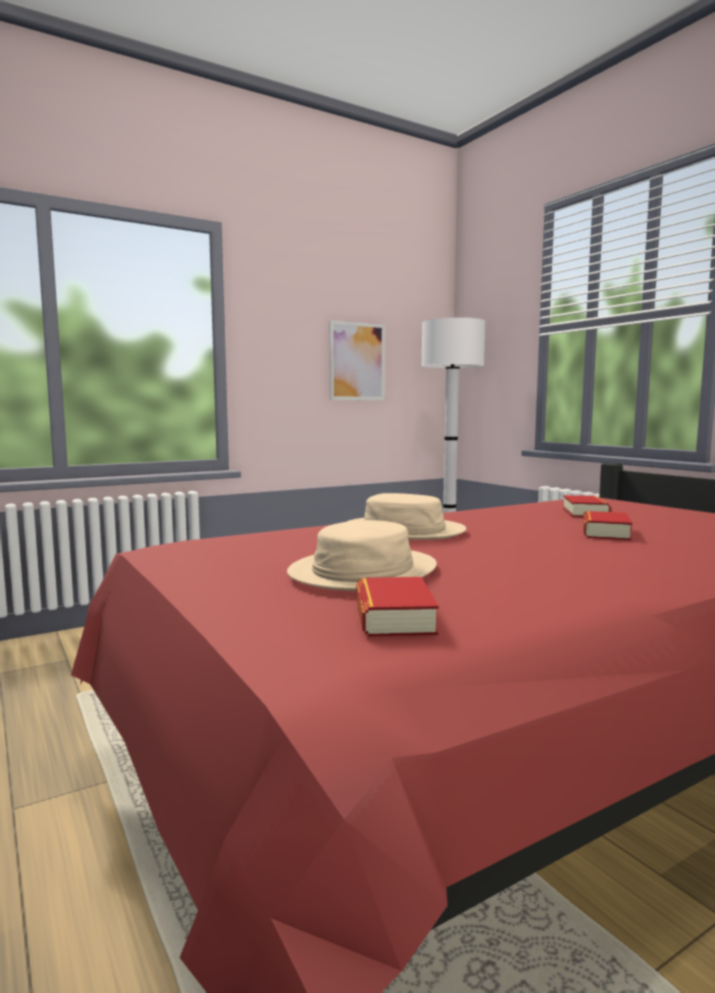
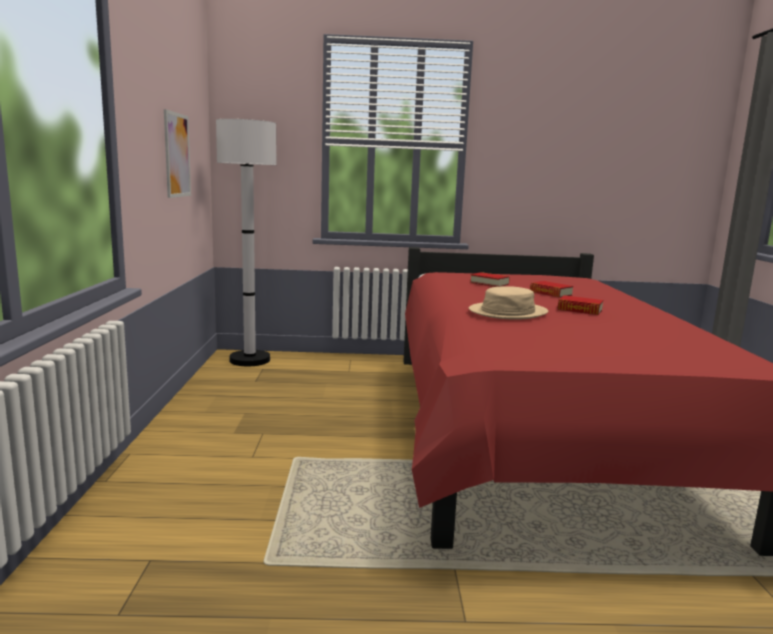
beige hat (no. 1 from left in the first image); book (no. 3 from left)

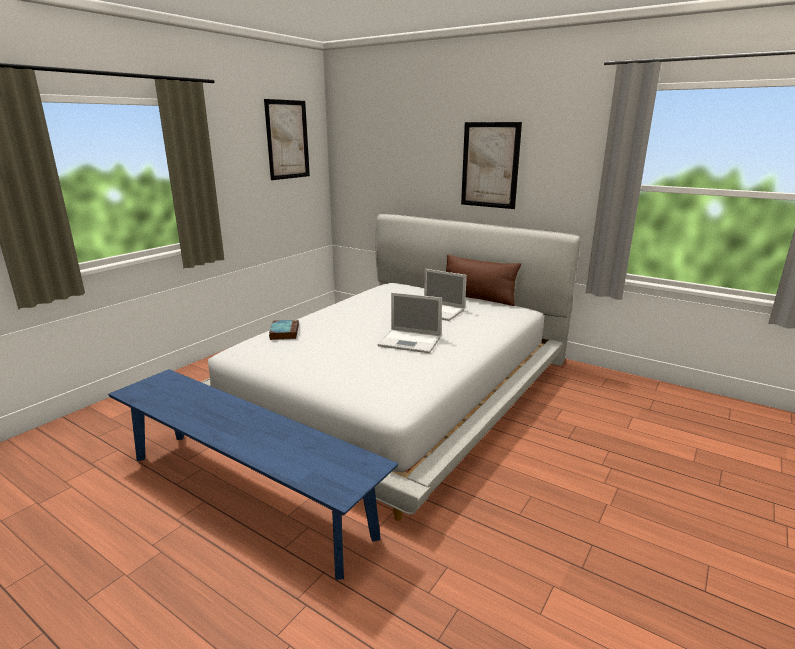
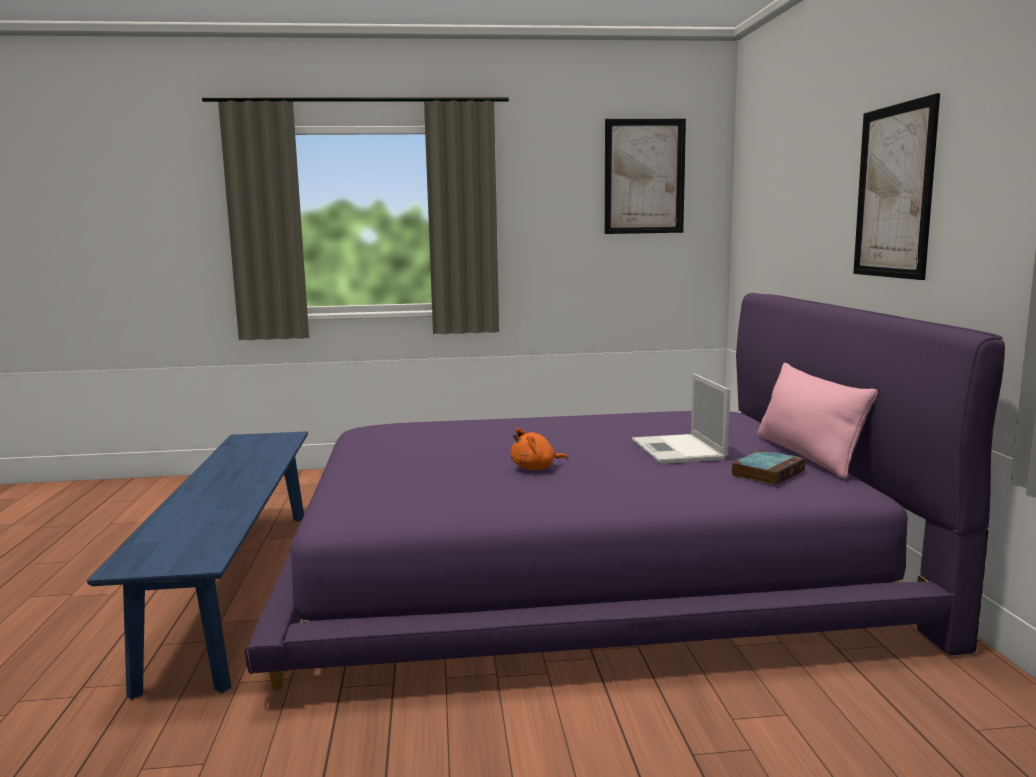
purple bed; book; orange plush toy; pink pillow

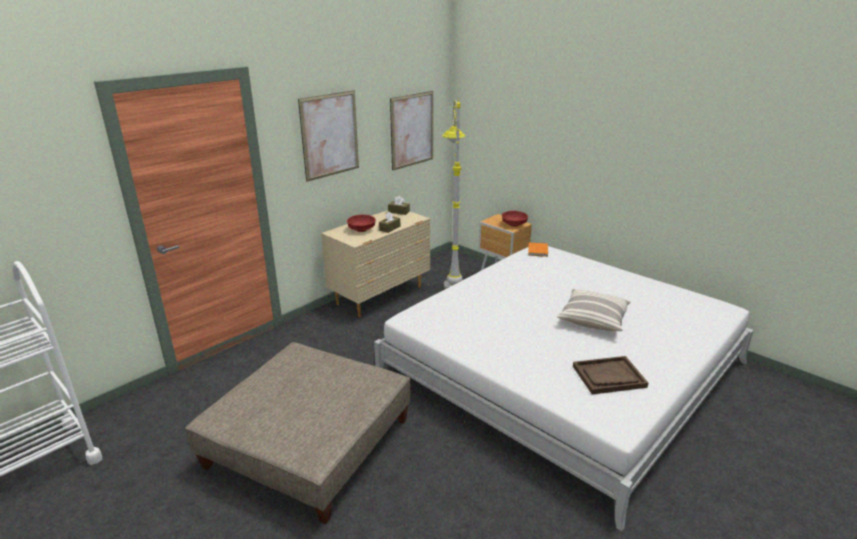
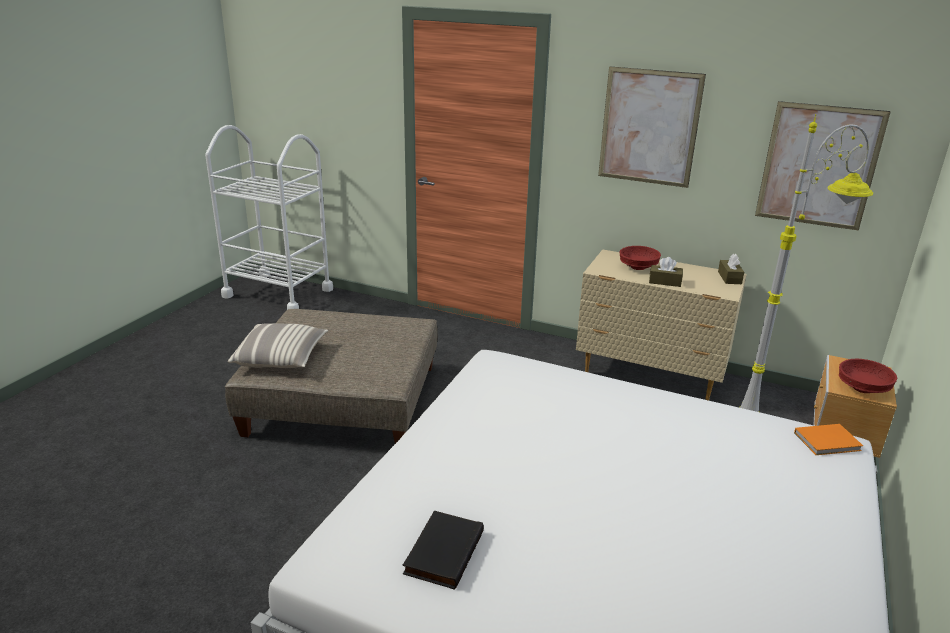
pillow; black book

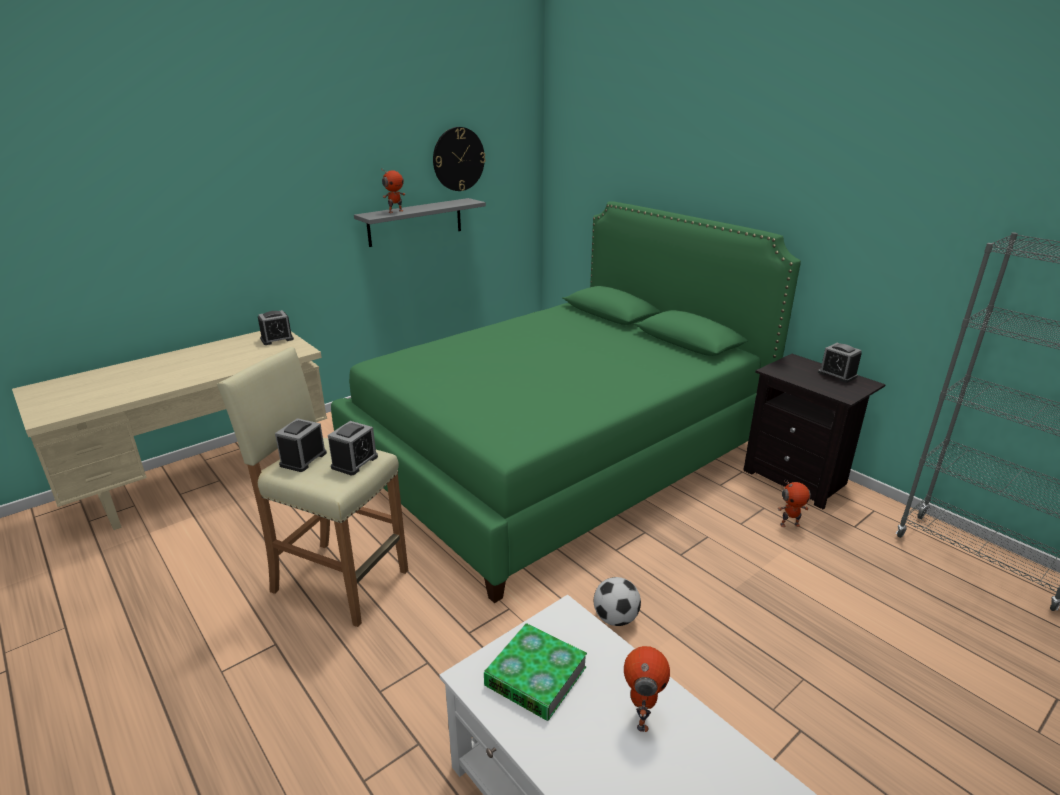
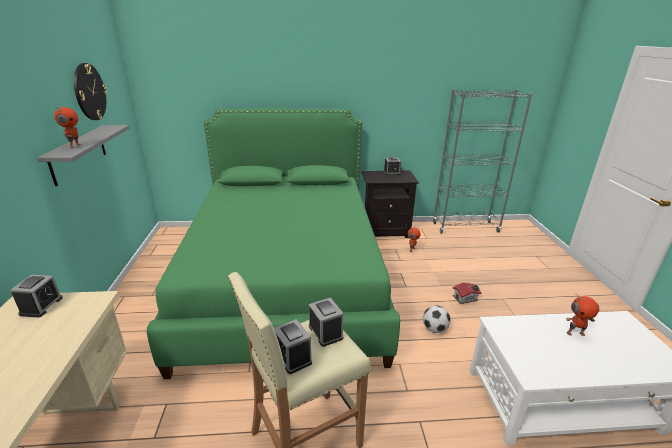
book; toy robot (no. 3 from left); toy house

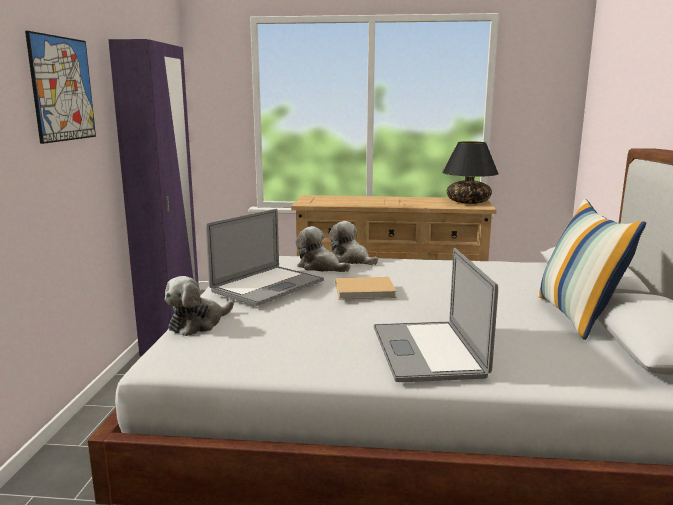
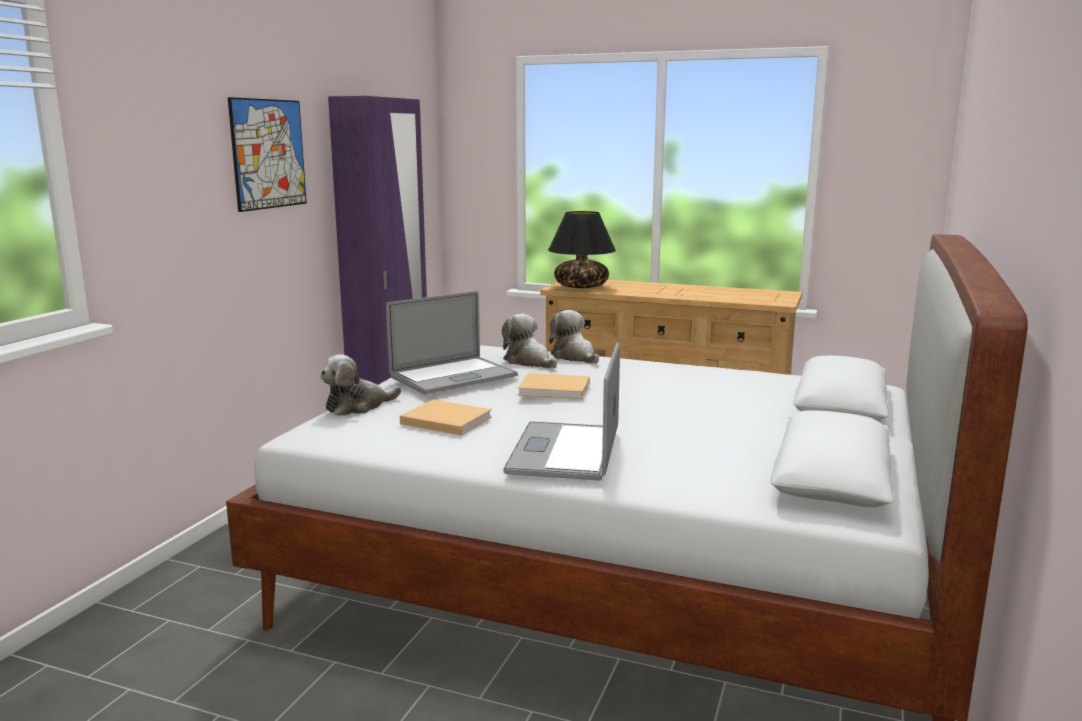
black table lamp; pillow; beige book (no. 1 from left)

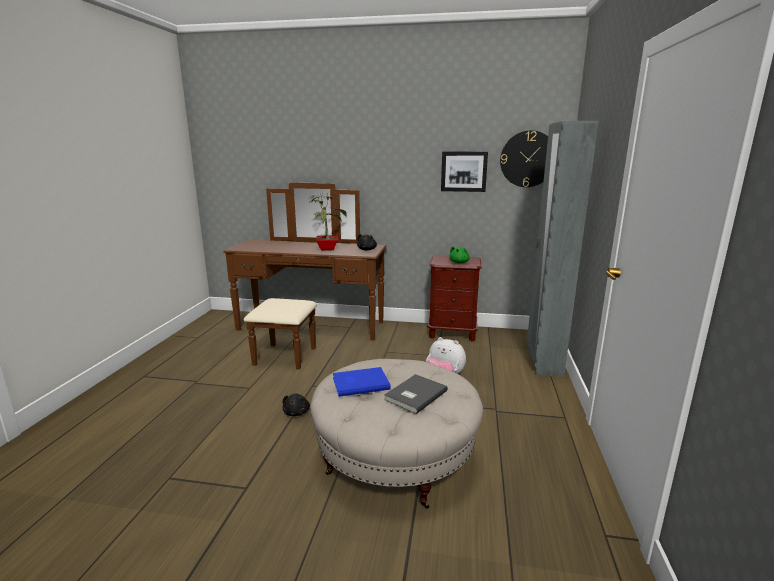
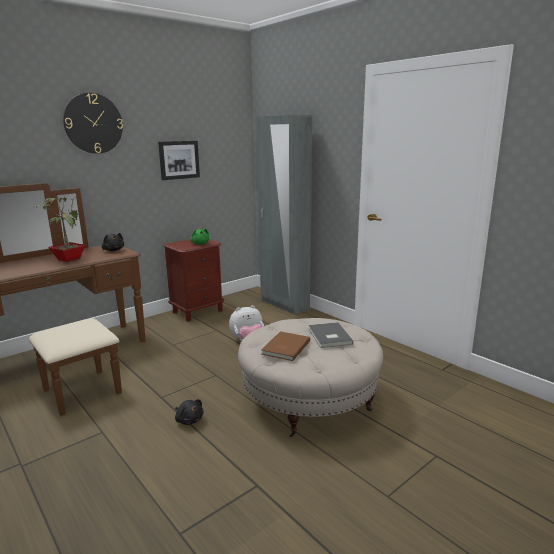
brown book; wall clock

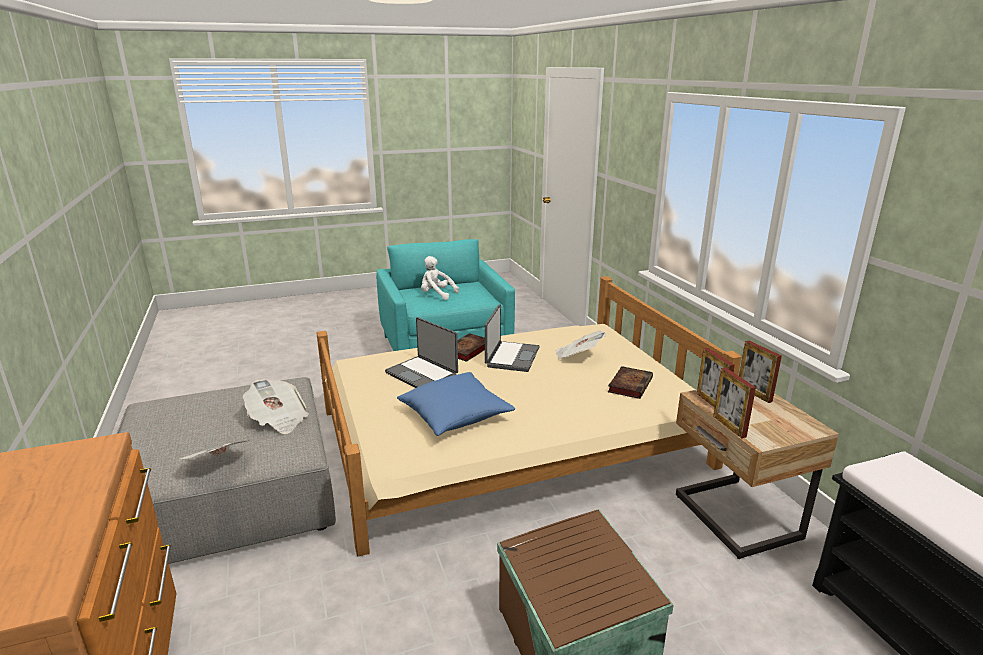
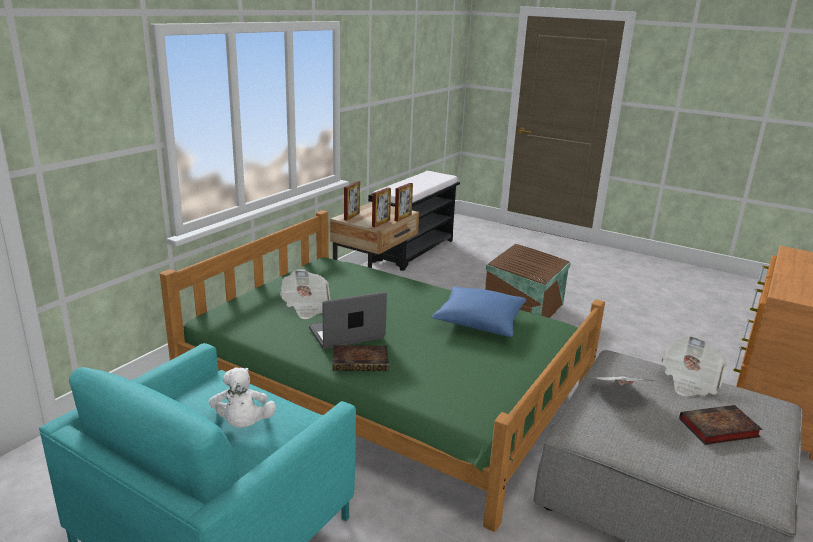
green bed; laptop (no. 1 from left in the first image); book (no. 2 from left)

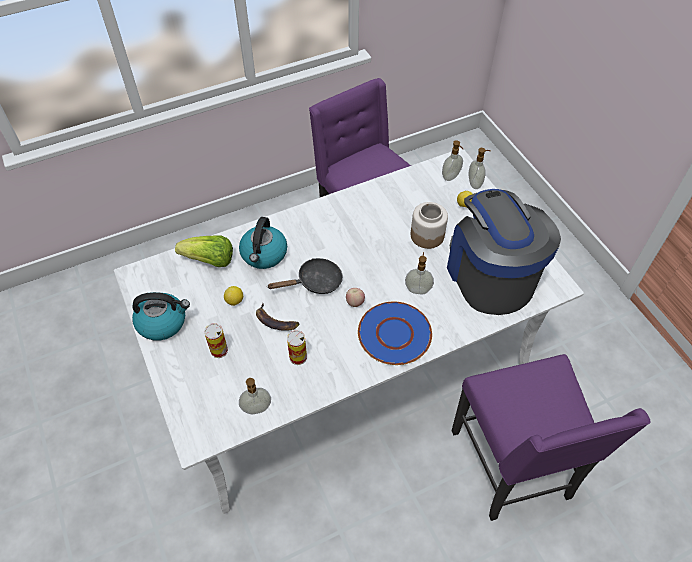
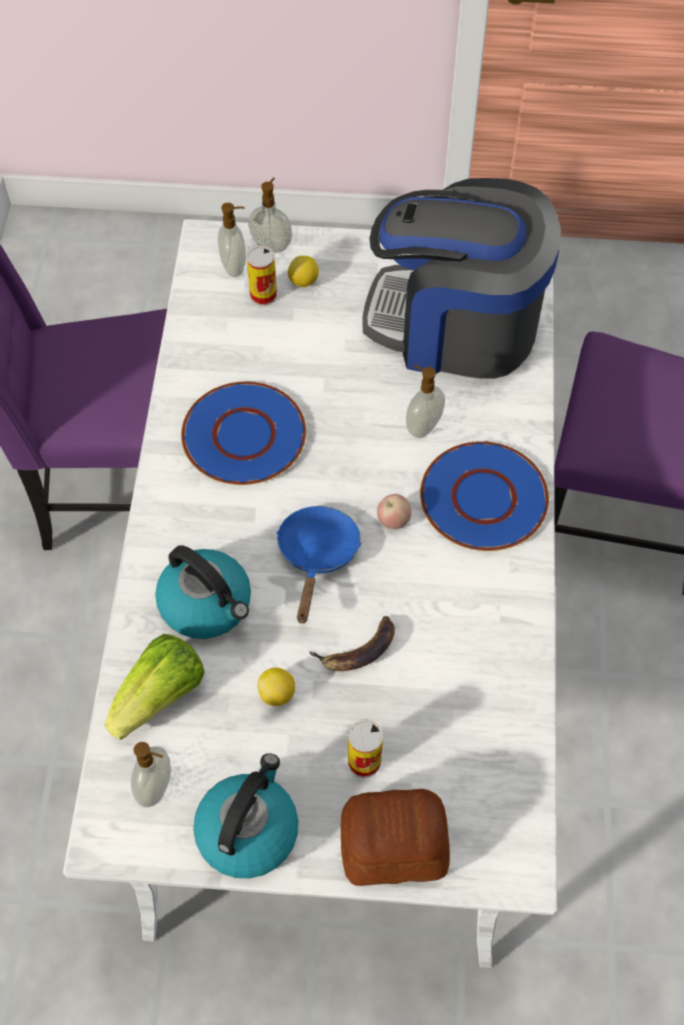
soap dispenser (no. 1 from left); blue frying pan; can (no. 1 from left); jar; blue plate (no. 1 from left); bread

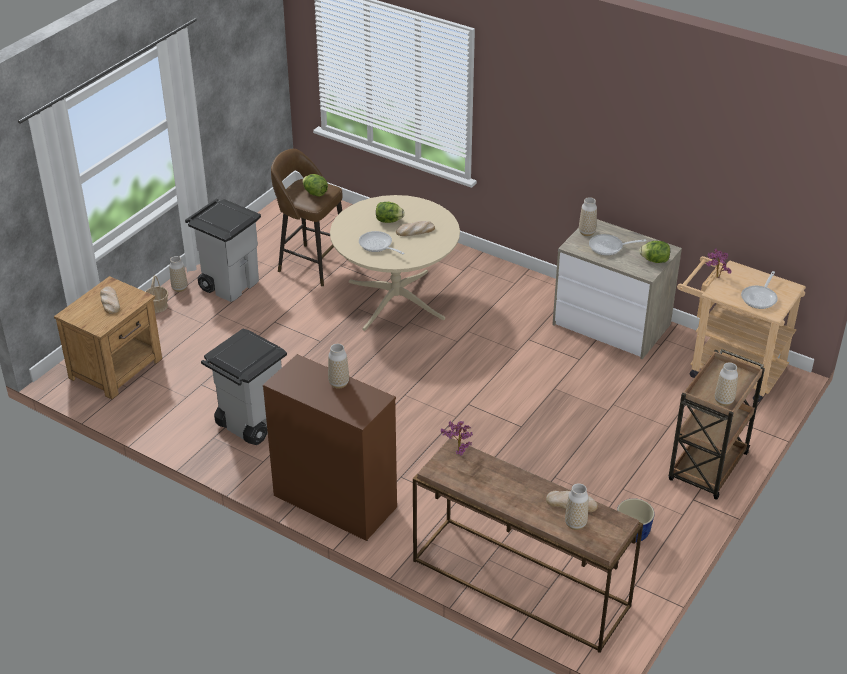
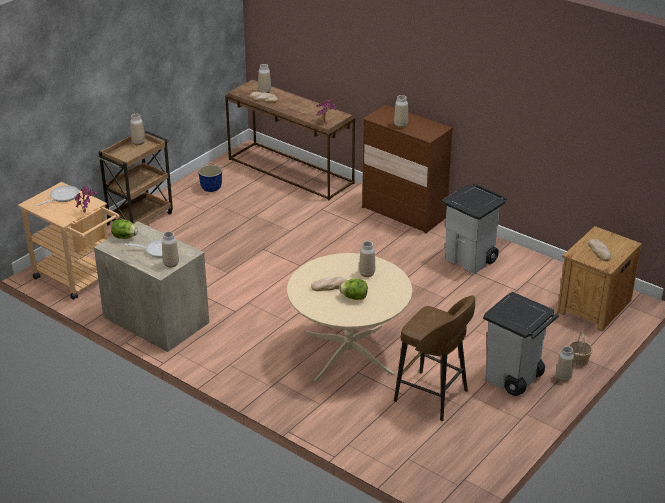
lettuce (no. 1 from left in the first image); vase (no. 4 from left)

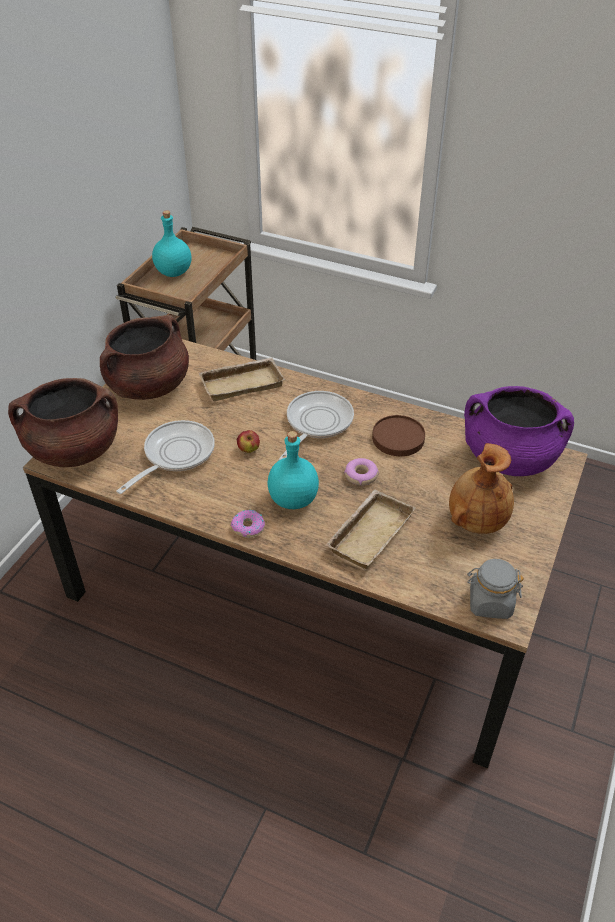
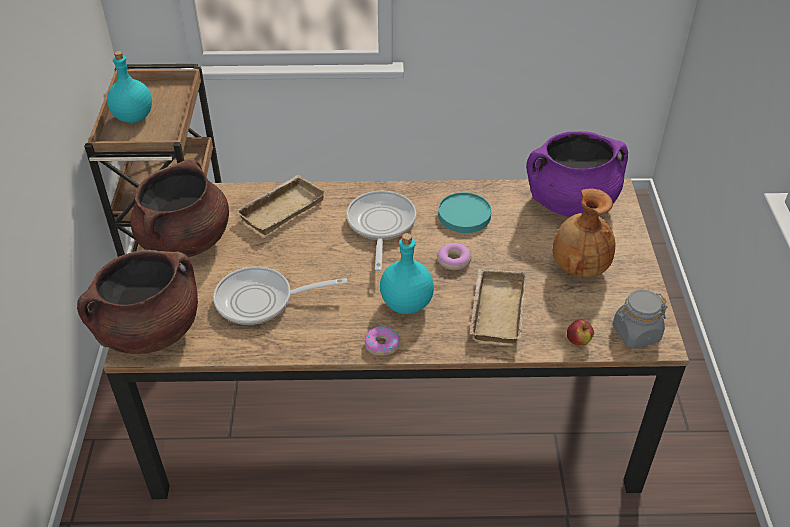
frying pan (no. 1 from left); apple; turquoise plate

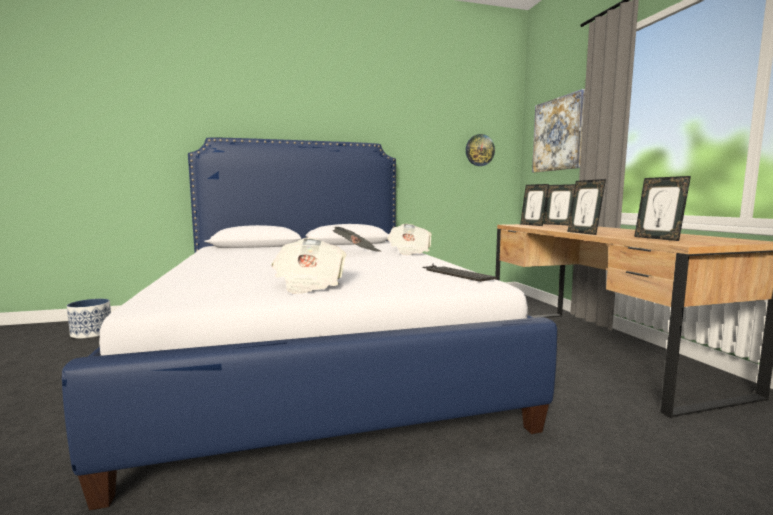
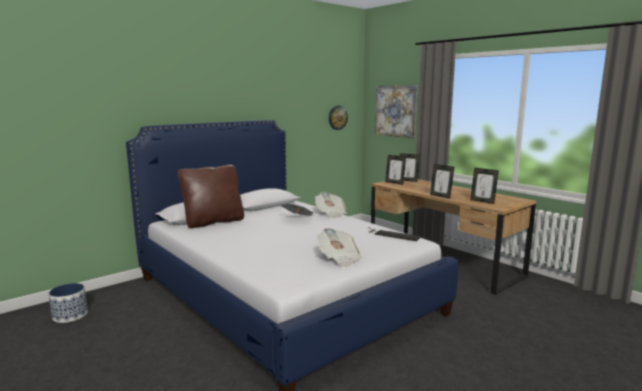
brown pillow

